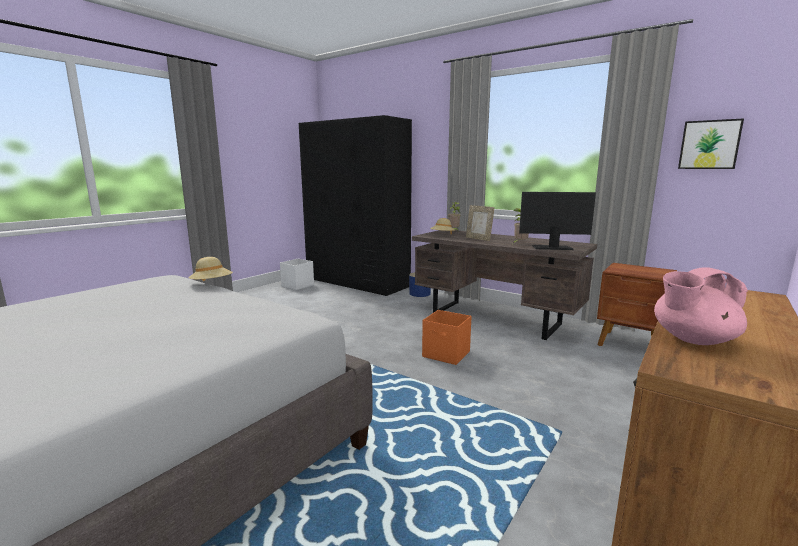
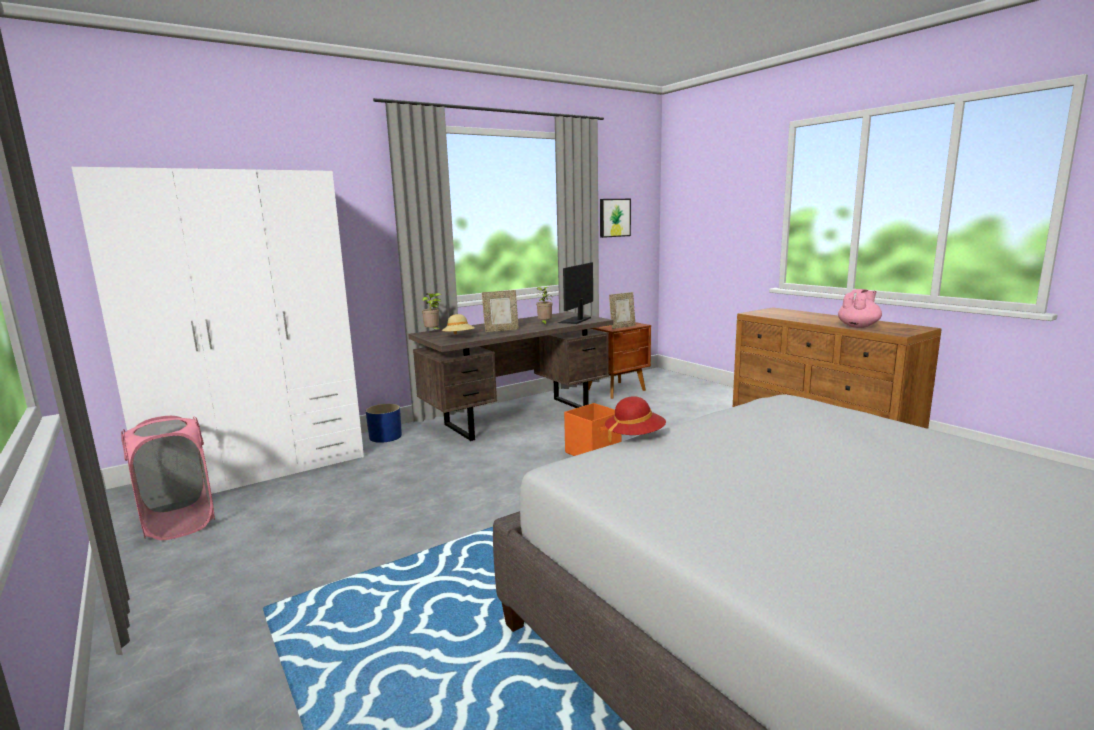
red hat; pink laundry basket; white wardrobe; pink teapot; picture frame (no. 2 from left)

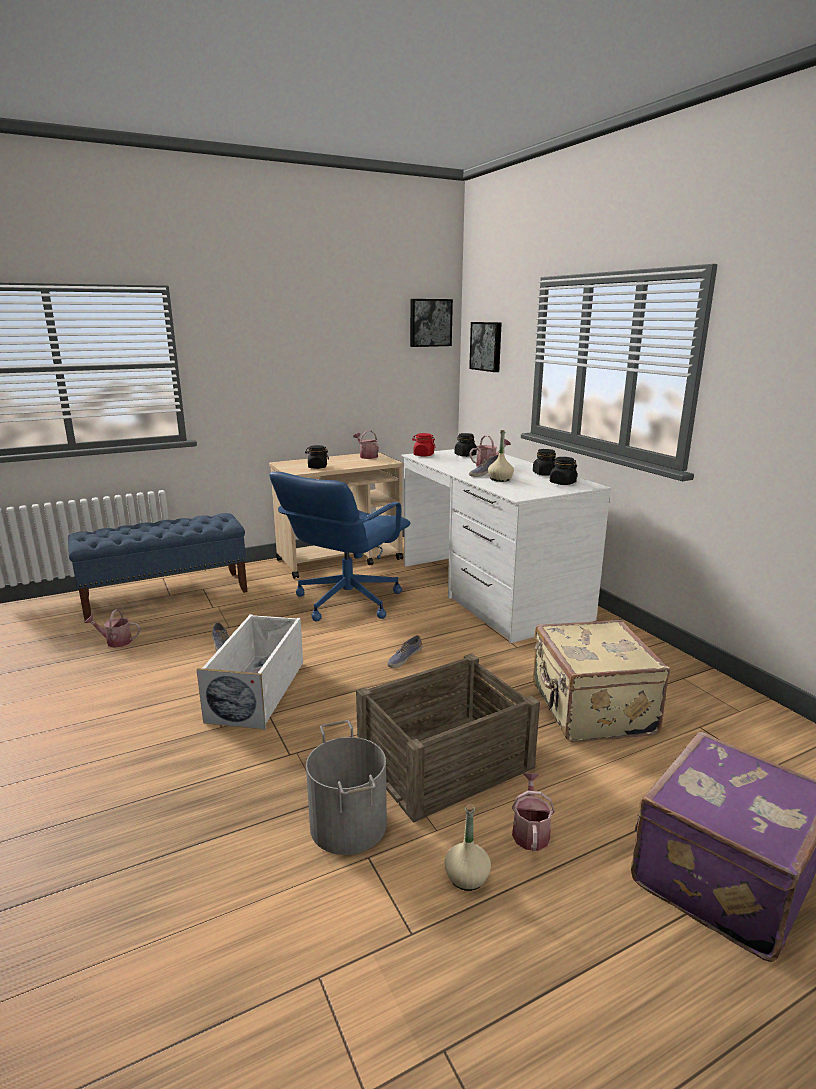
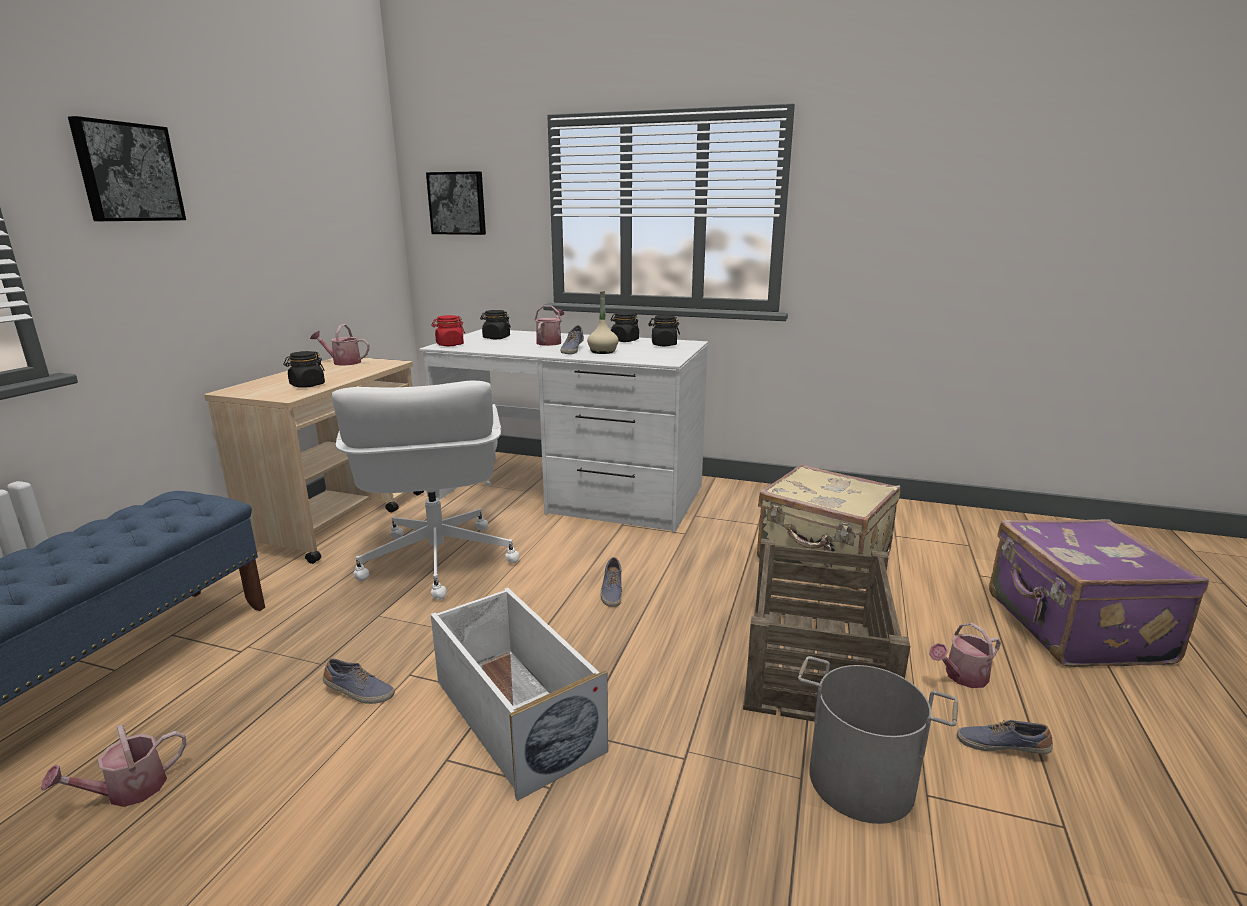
white office chair; picture (no. 1 from left); shoe (no. 4 from left); watering can (no. 4 from left)

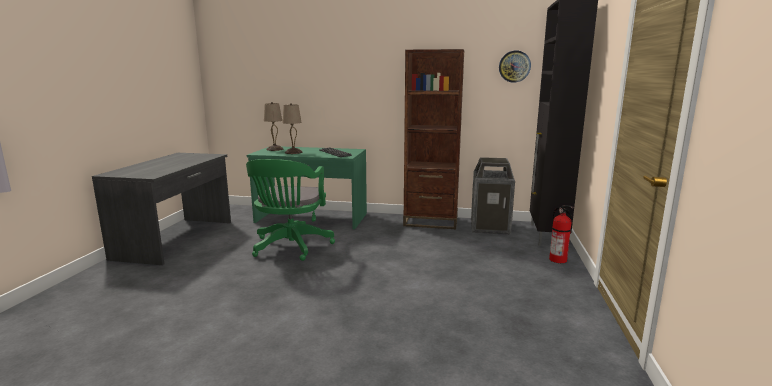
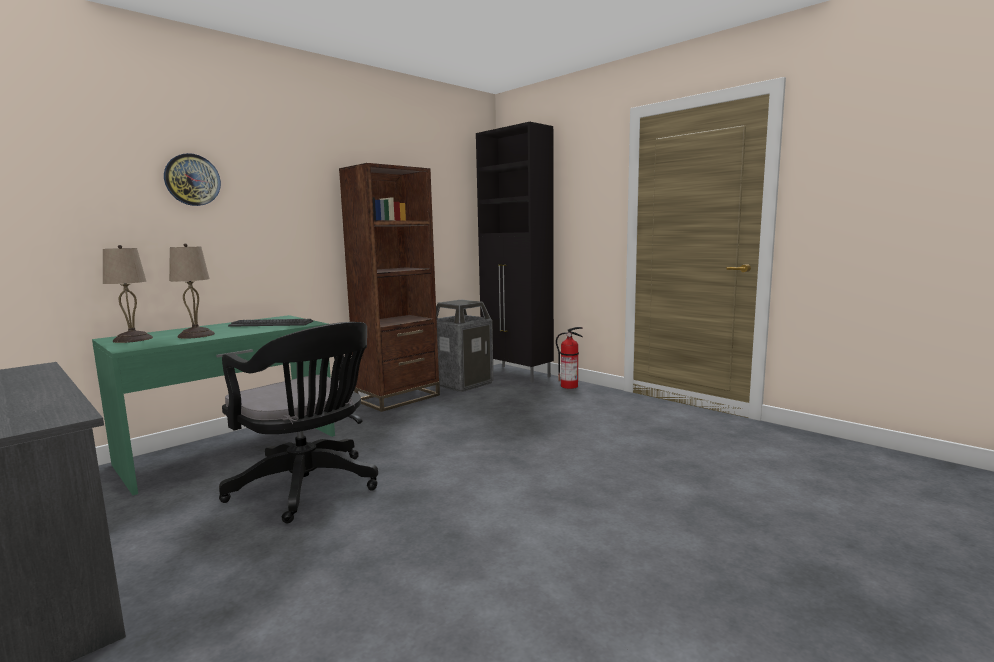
black office chair; wall clock

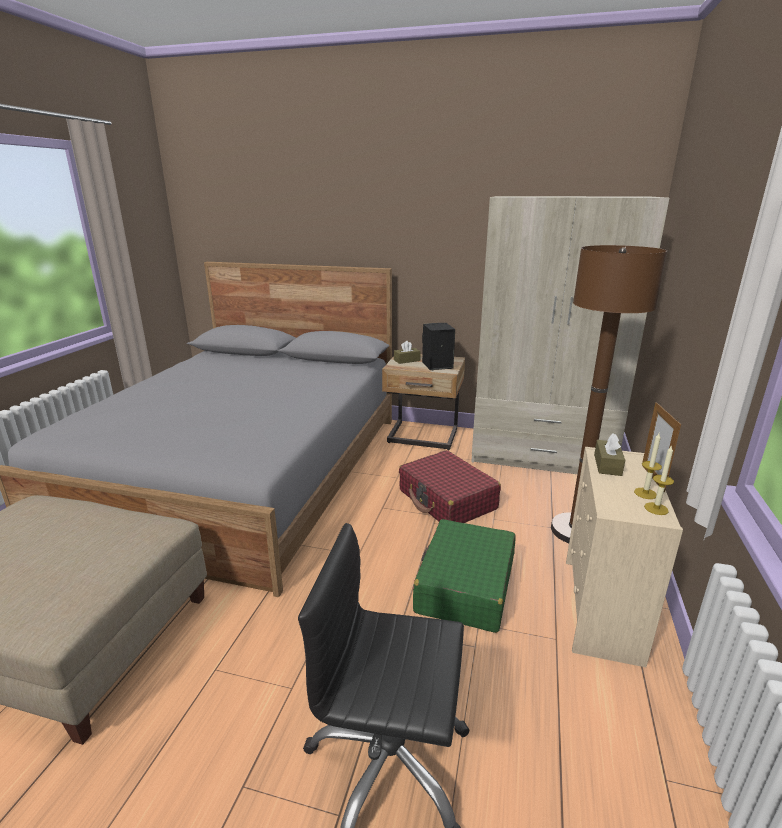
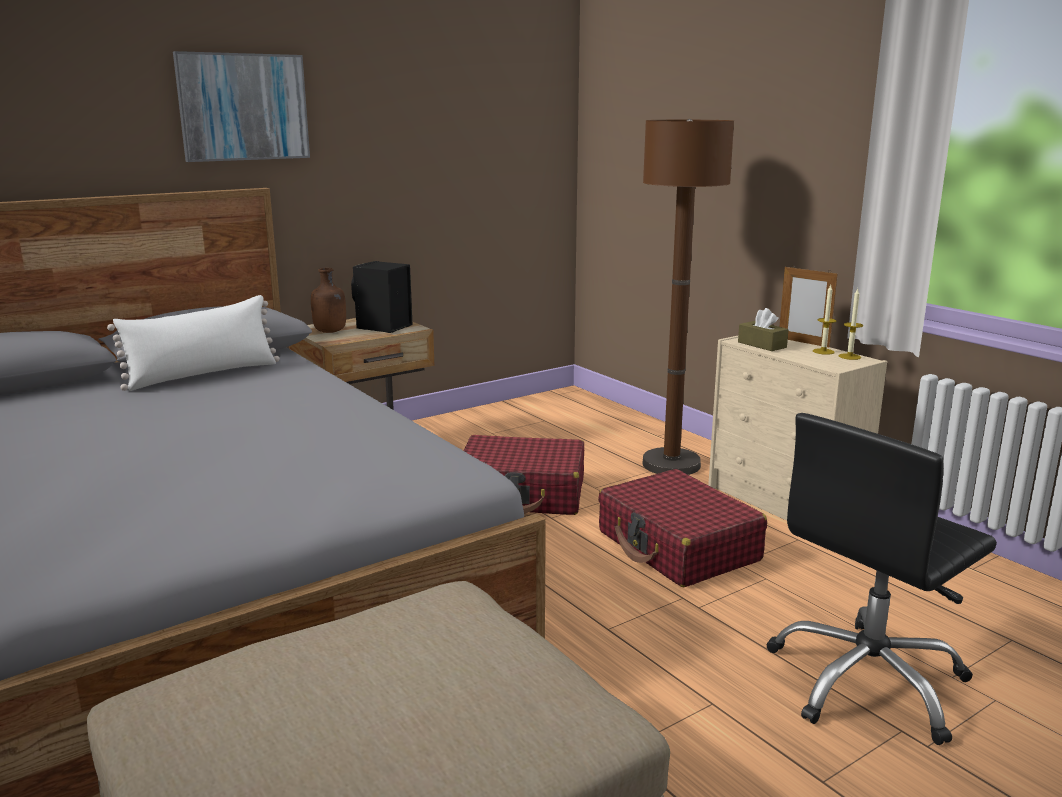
brown bottle; red suitcase (no. 2 from left); beige wardrobe; white pillow; picture

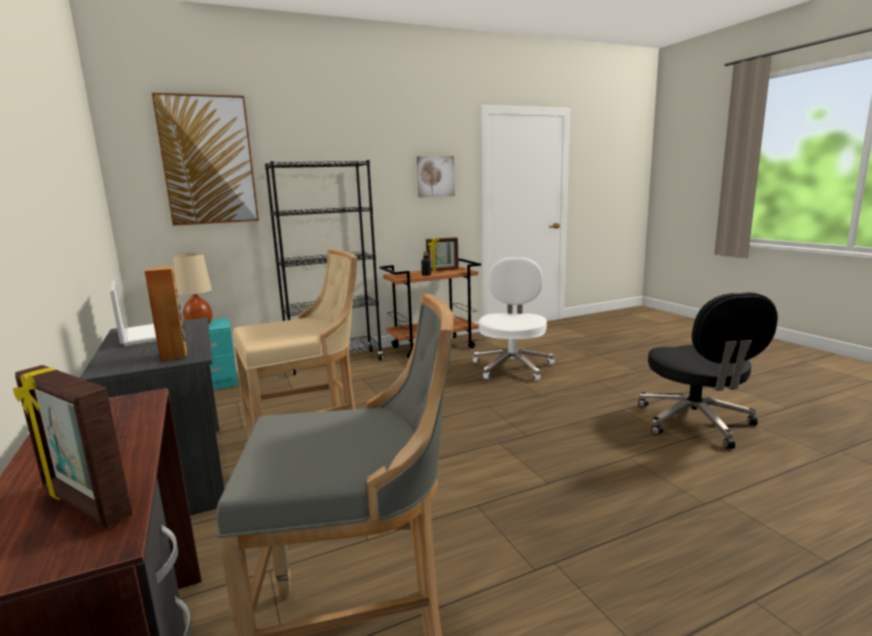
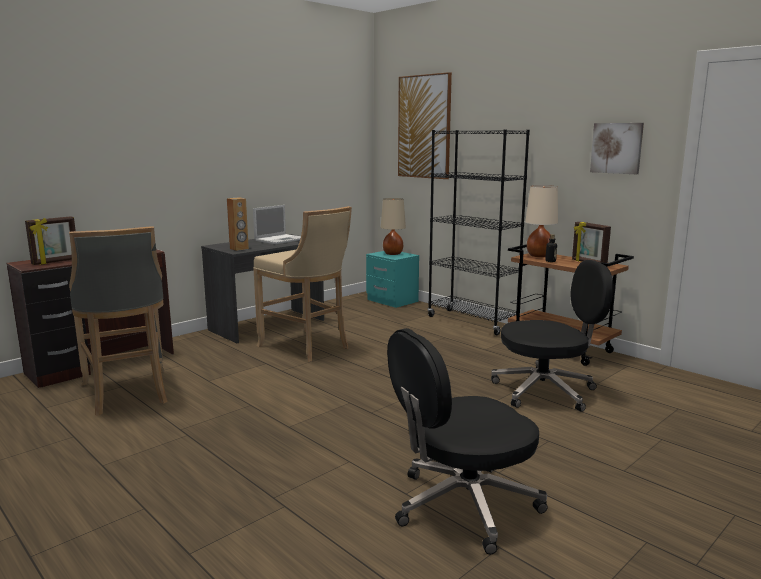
picture frame (no. 1 from left); black office chair (no. 2 from left); beige table lamp (no. 2 from left)

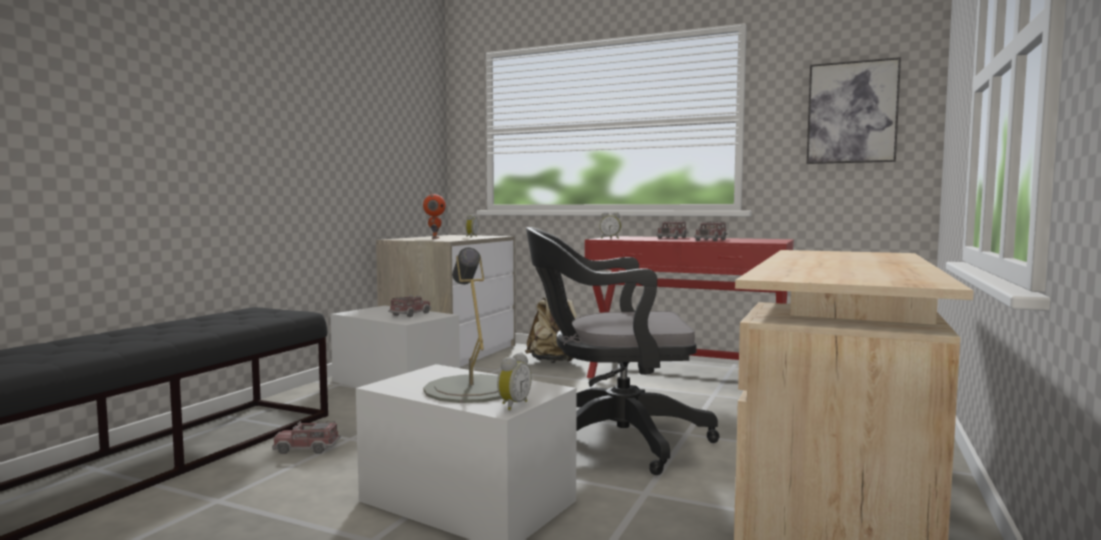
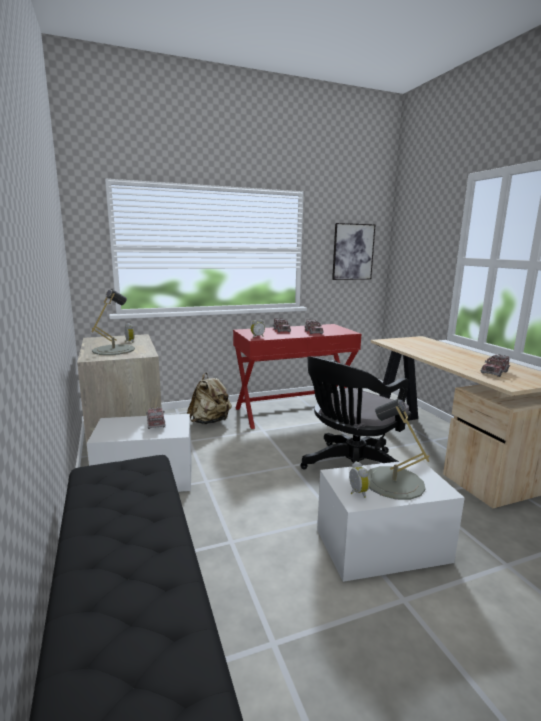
toy truck (no. 4 from left); grey table lamp (no. 1 from left); alarm clock (no. 3 from left)

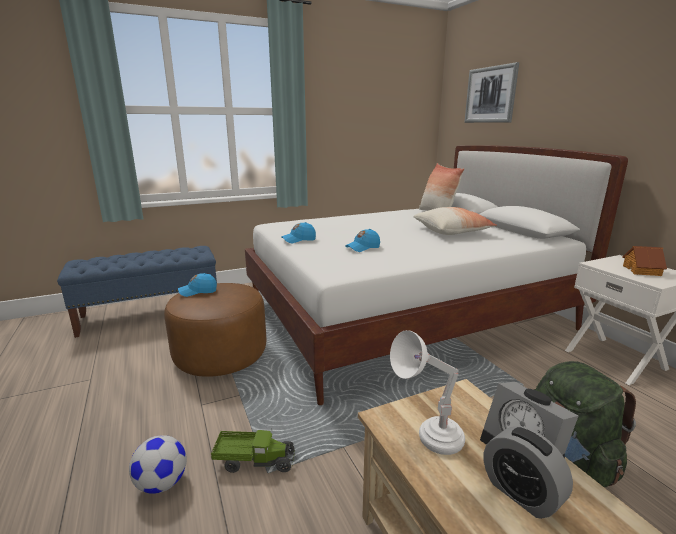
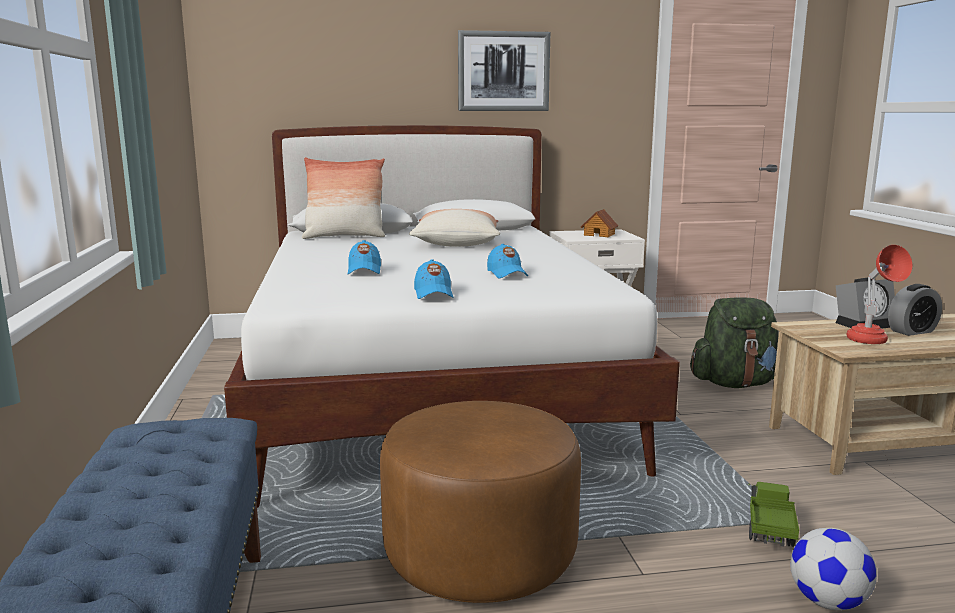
blue cap (no. 1 from left); red table lamp; picture

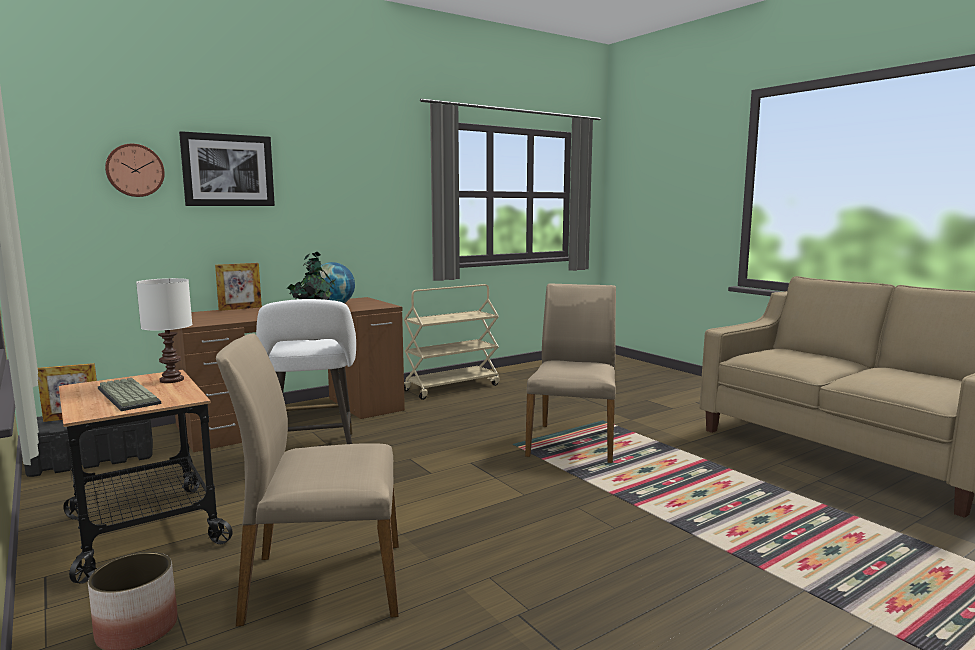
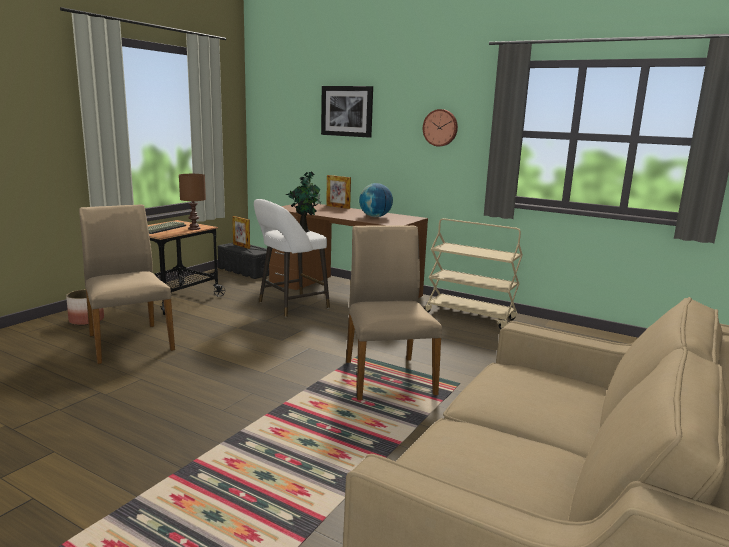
wall clock; brown table lamp; beige chair (no. 2 from left)

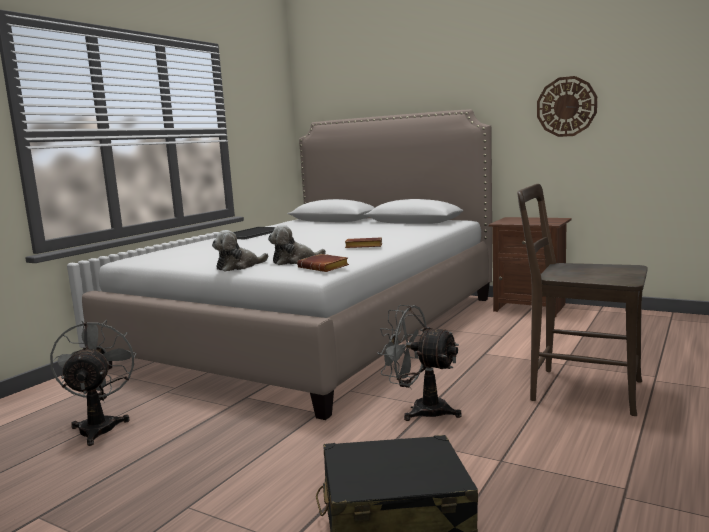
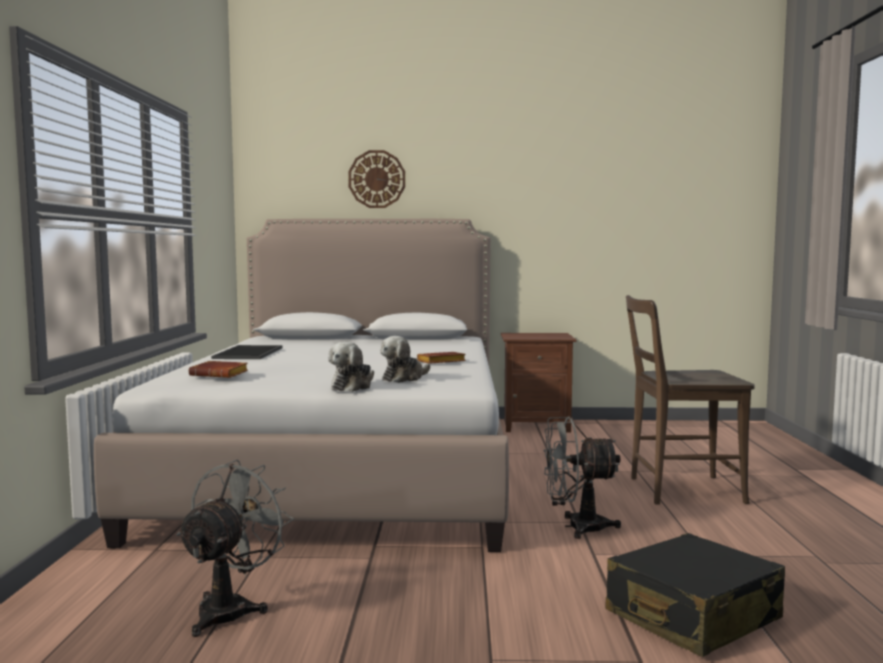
grey fan (no. 1 from left); brown book (no. 1 from left); wall clock

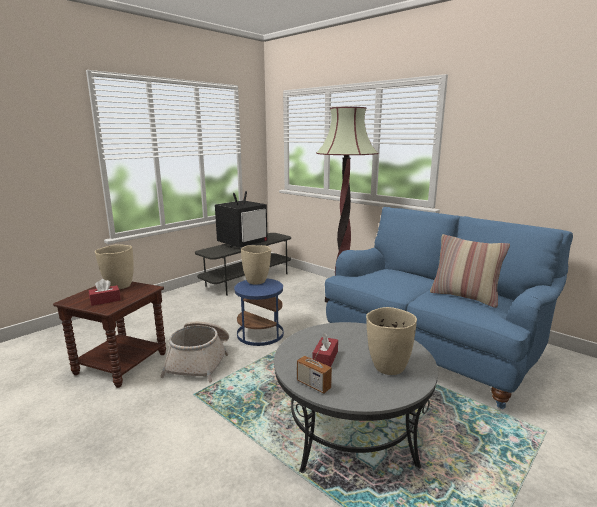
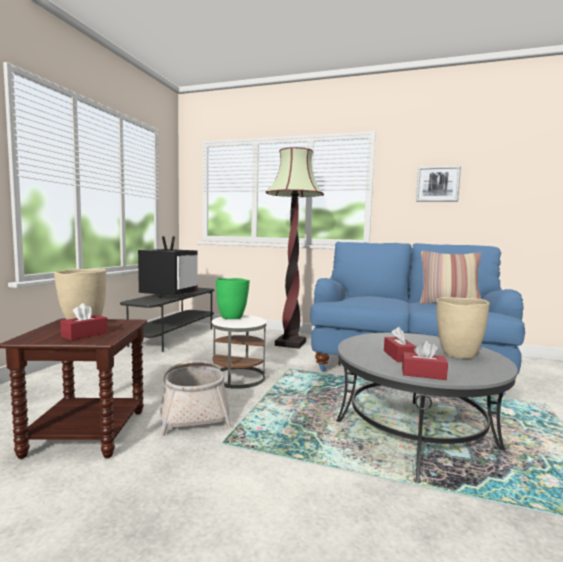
white side table; green vase; red tissue box (no. 3 from left); picture

